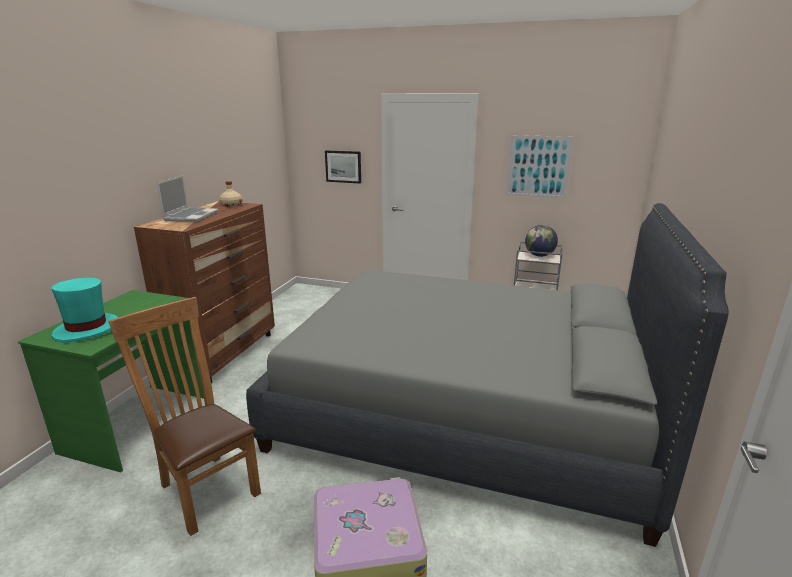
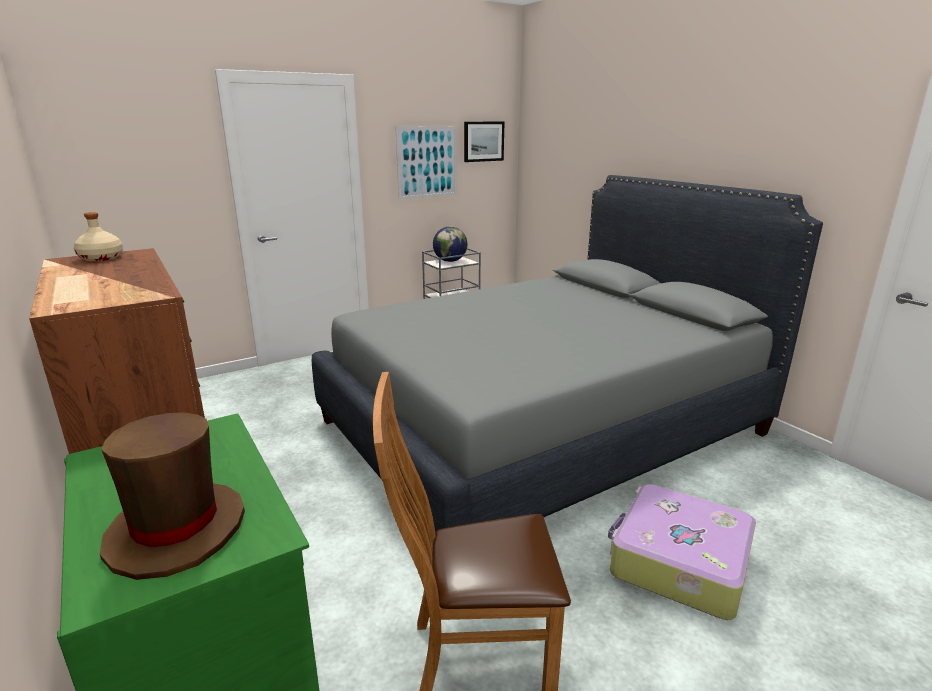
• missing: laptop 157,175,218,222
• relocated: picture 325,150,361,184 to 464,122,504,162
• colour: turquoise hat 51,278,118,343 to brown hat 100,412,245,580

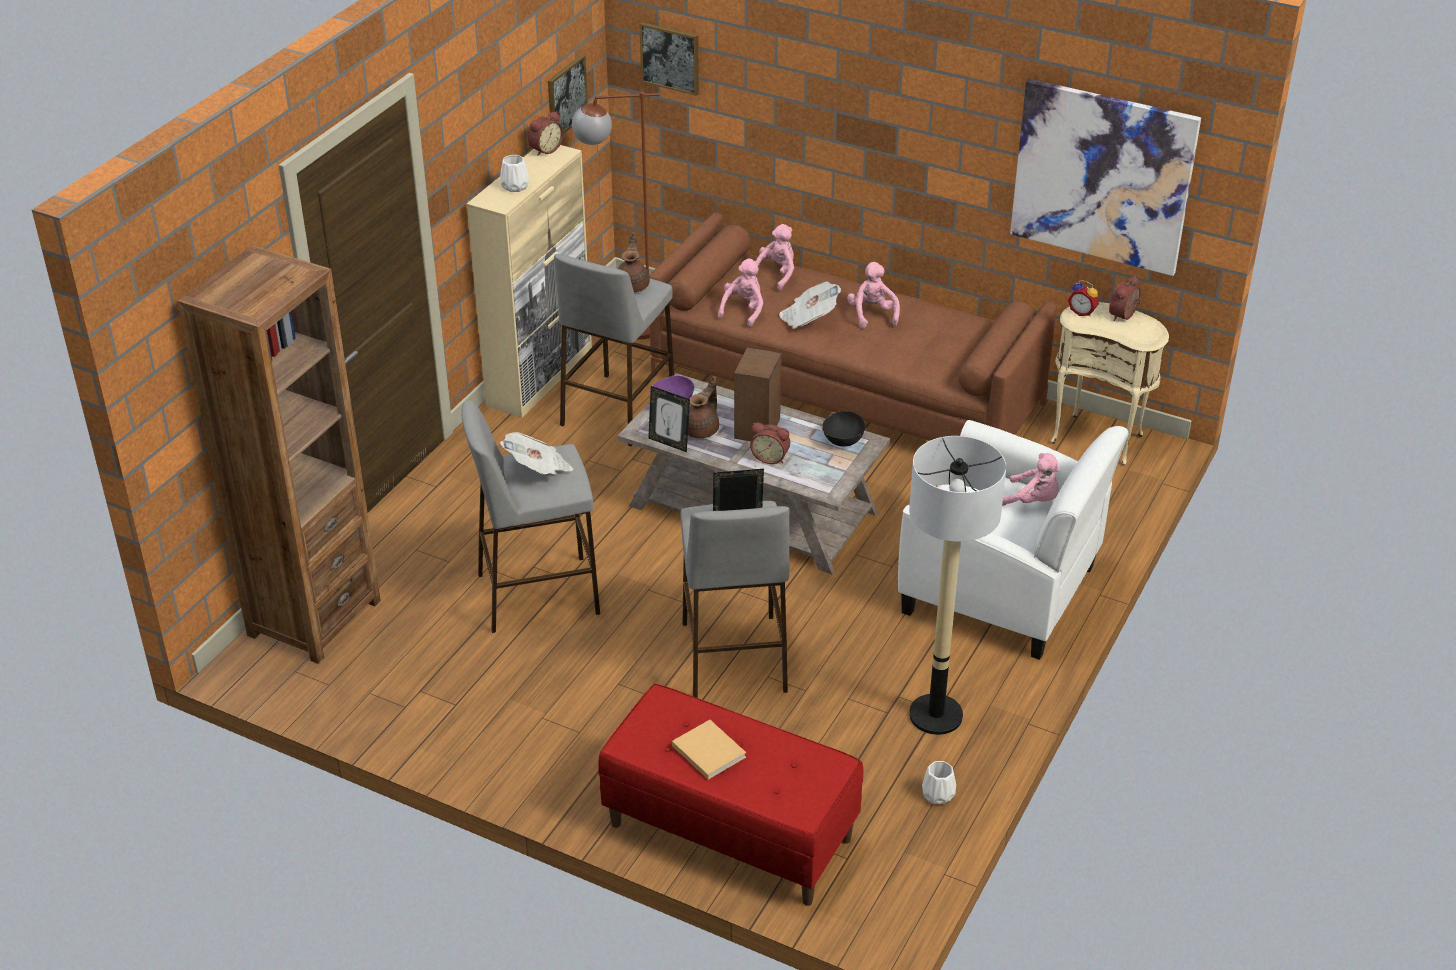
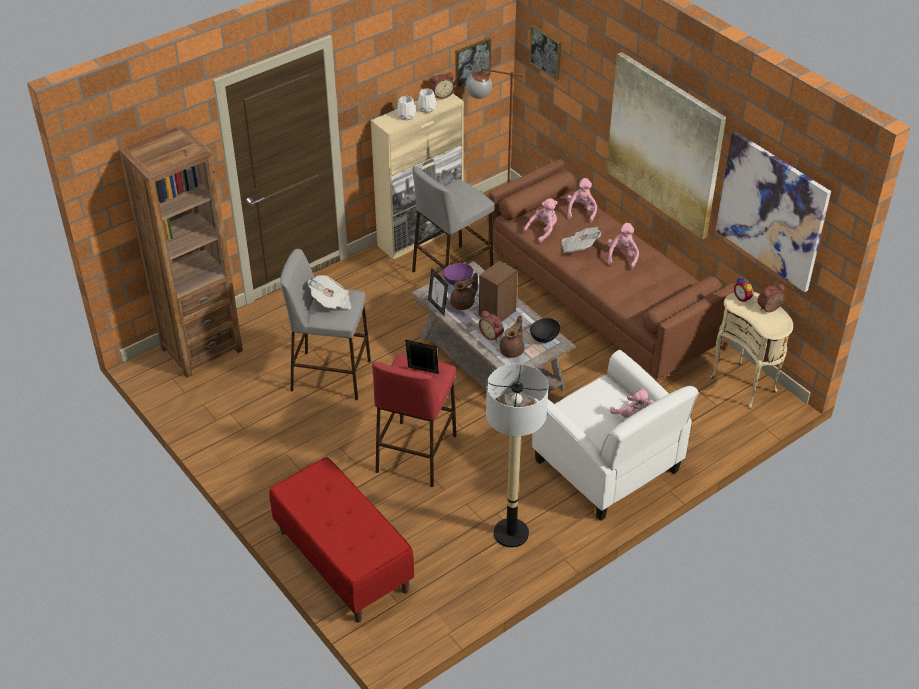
• missing: beige book 672,720,746,780
• appeared: picture 606,52,726,240
• relocated: brown teapot 618,232,650,292 to 500,315,525,358
• relocated: white vase 922,761,956,804 to 418,89,436,113
• colour: grey stool 681,501,790,698 to red stool 372,354,457,487
• spun: pink plush toy 756,224,794,291 = 567,178,597,223 45 degrees counterclockwise

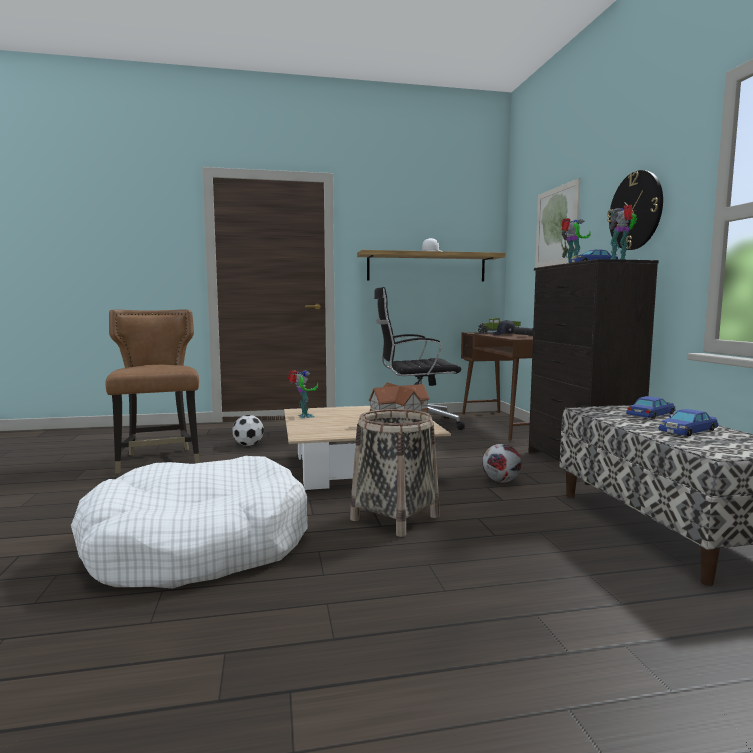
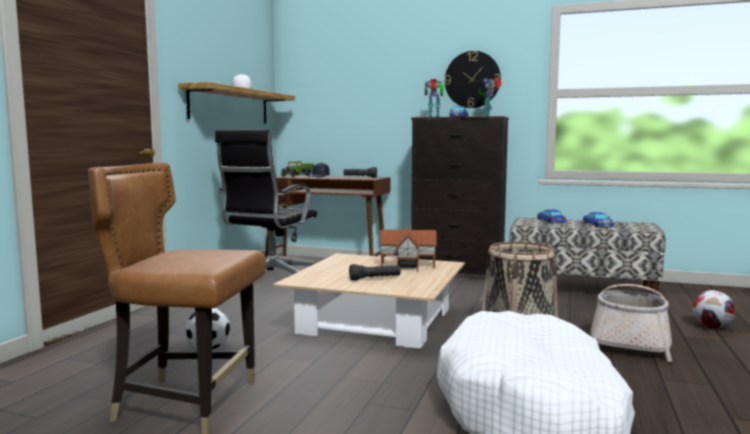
• missing: toy robot 288,370,318,419
• missing: picture 535,178,580,268
• appeared: black flashlight 349,264,401,281
• appeared: basket 591,284,672,362
• relocated: football 482,444,521,483 to 692,290,735,329

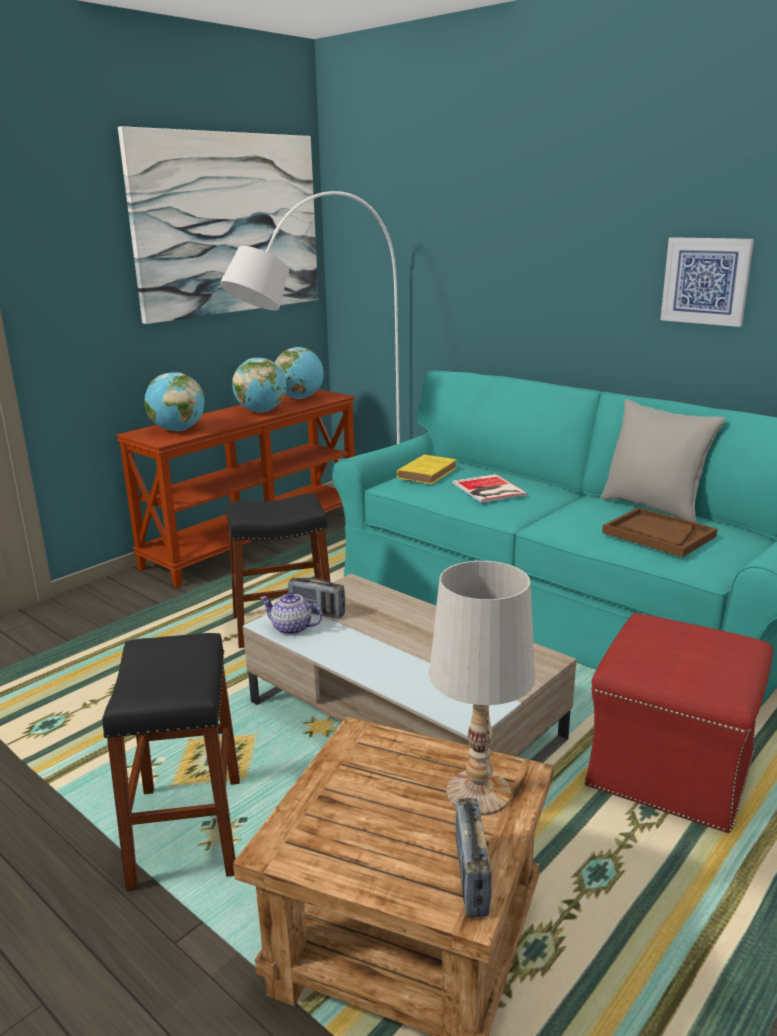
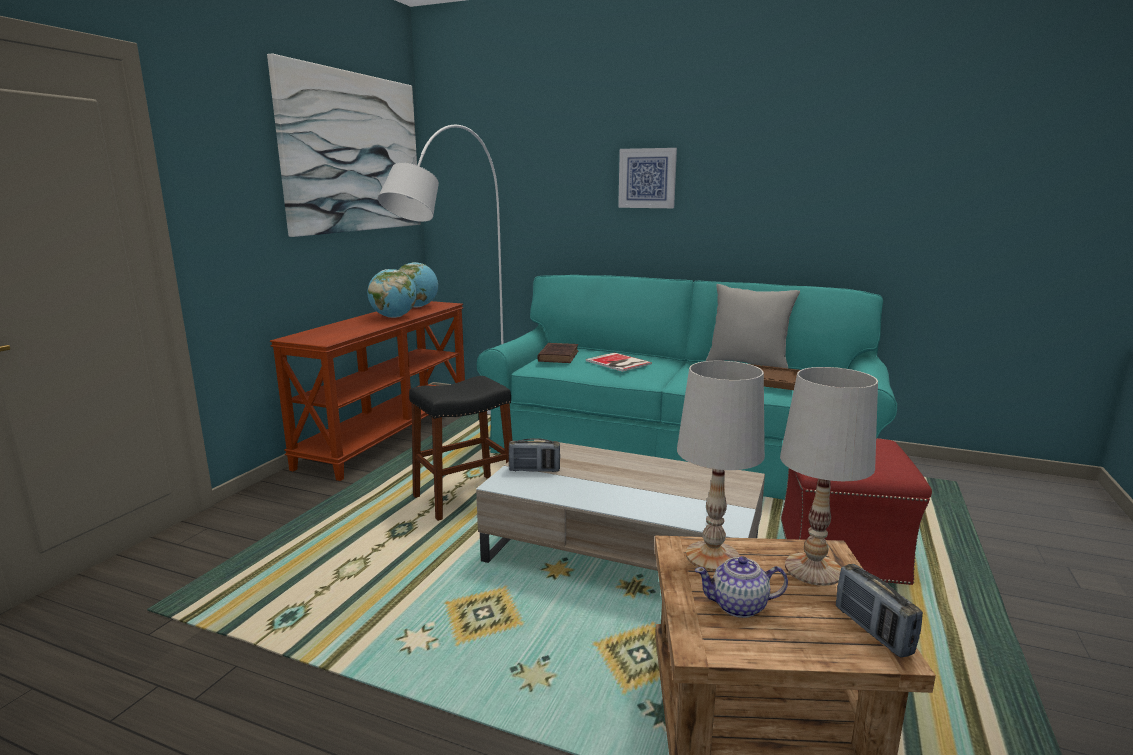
• missing: black stool 103,633,240,891
• missing: globe 145,372,204,431
• appeared: white table lamp 677,361,765,571
• relocated: teapot 260,592,322,635 to 695,556,788,618
• relocated: picture 661,237,754,327 to 618,148,677,208
• colour: yellow book 397,454,457,484 to brown book 537,343,578,363

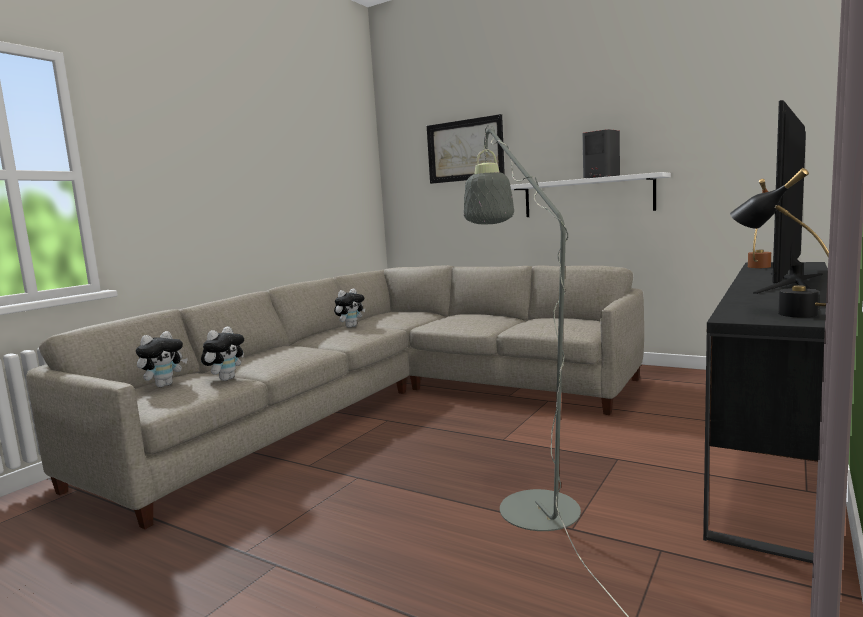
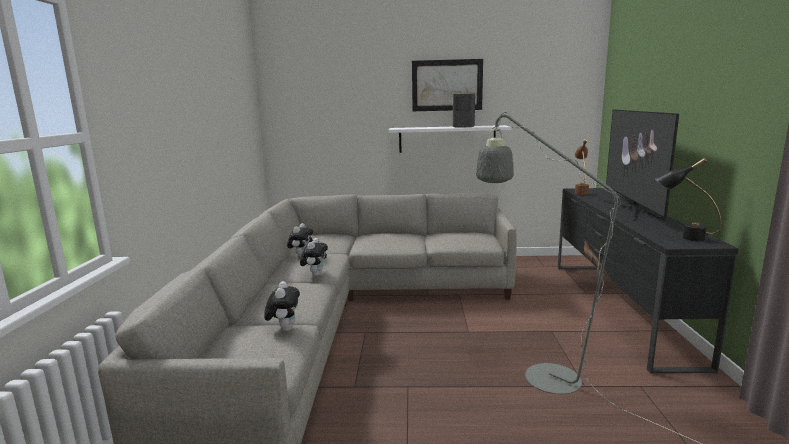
• relocated: plush toy 136,331,188,387 to 300,238,328,276
• relocated: picture 427,114,505,184 to 412,59,483,111

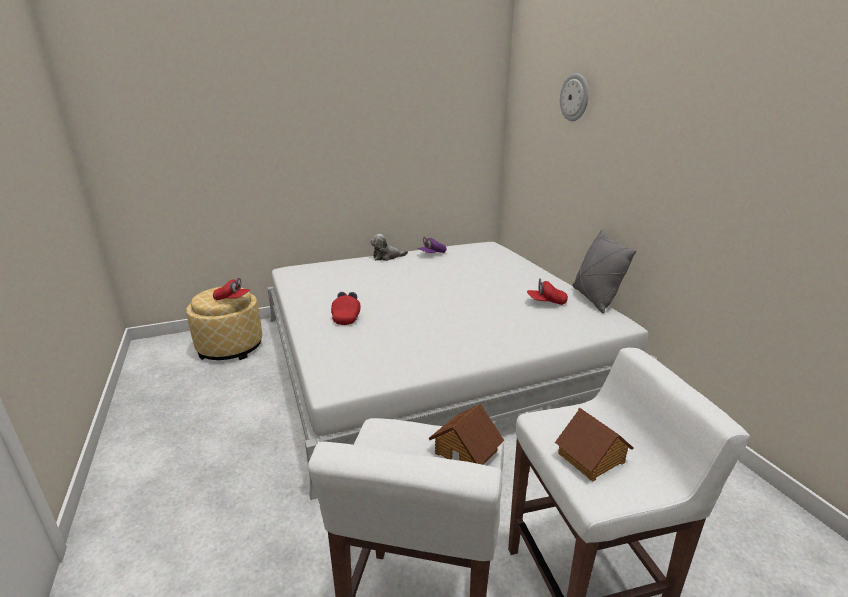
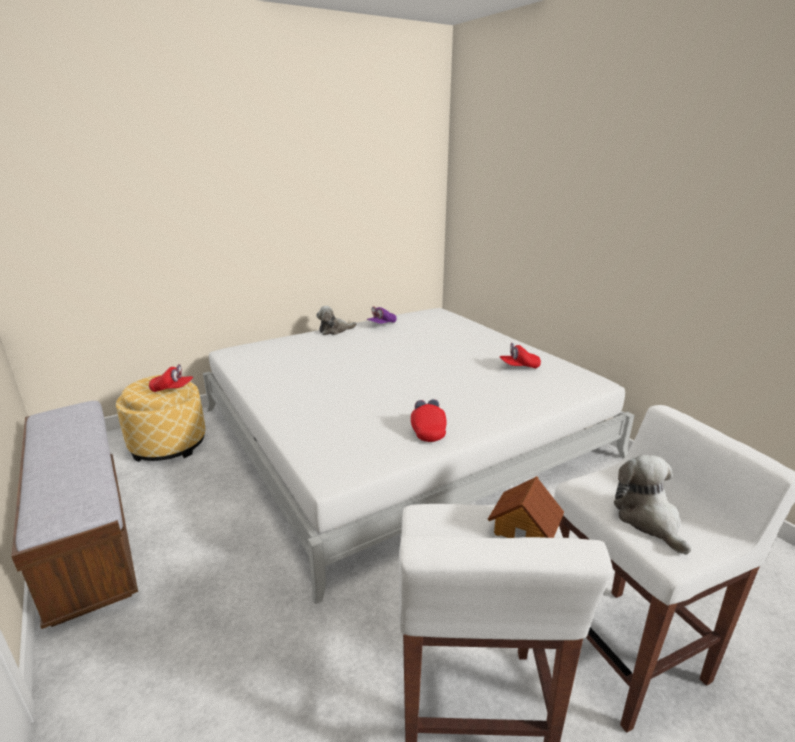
• missing: wall clock 560,73,589,121
• missing: grey pillow 572,229,636,313
• appeared: bench 11,401,138,629
• relocated: red cap 331,292,360,325 to 411,399,447,442
• exchanged: toy house 555,407,633,481 to plush toy 614,455,691,555

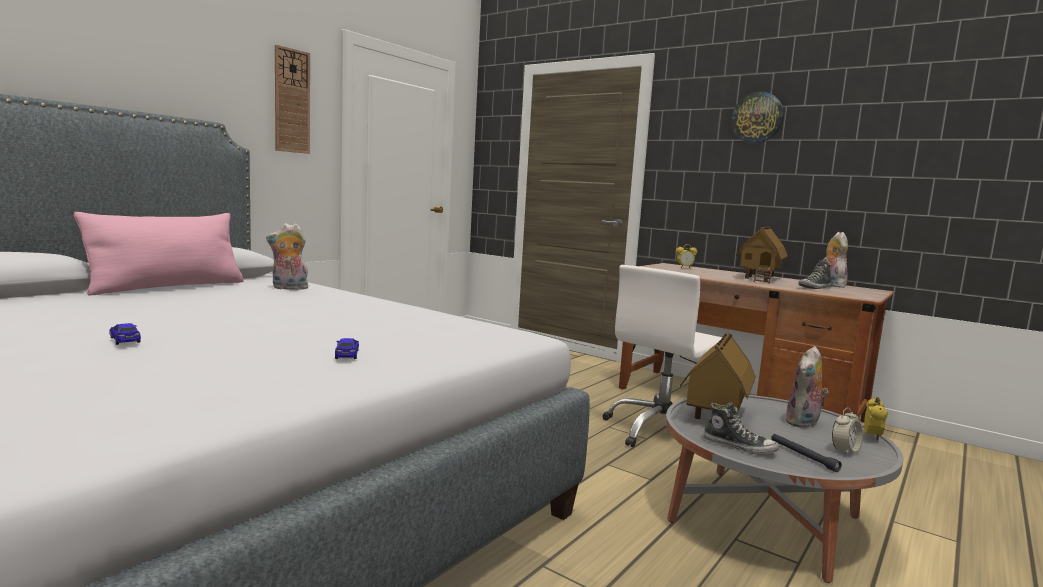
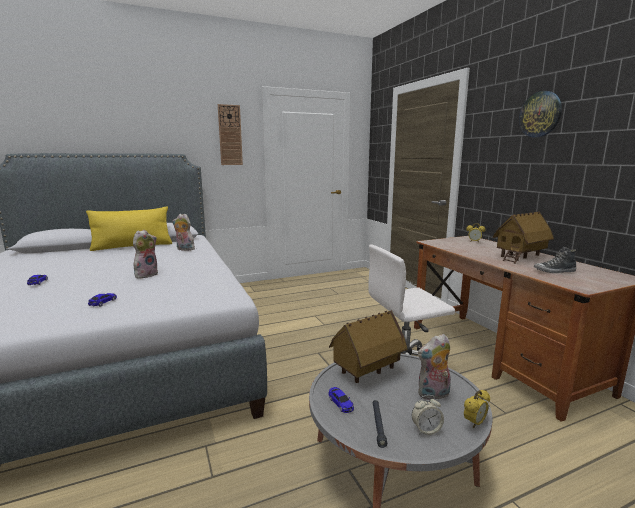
• relocated: plush toy 823,232,848,288 to 133,230,158,279
• exchanged: shoe 703,402,779,455 to toy car 328,387,354,413
• colour: pink pillow 74,212,244,295 to yellow pillow 86,207,172,251

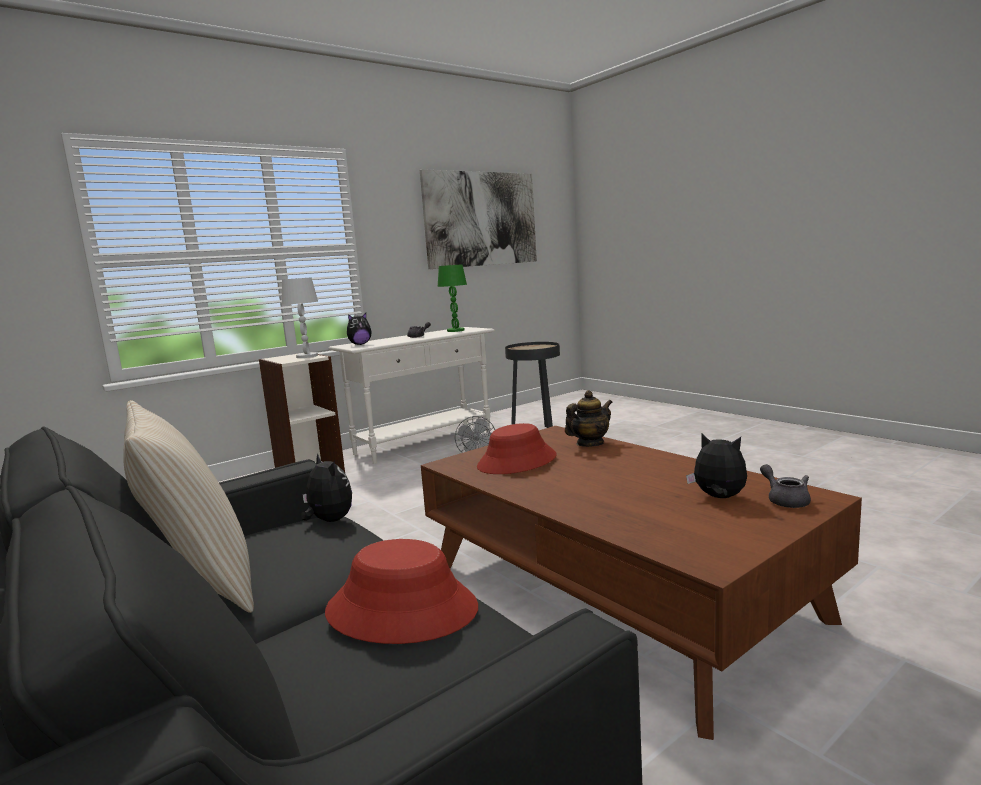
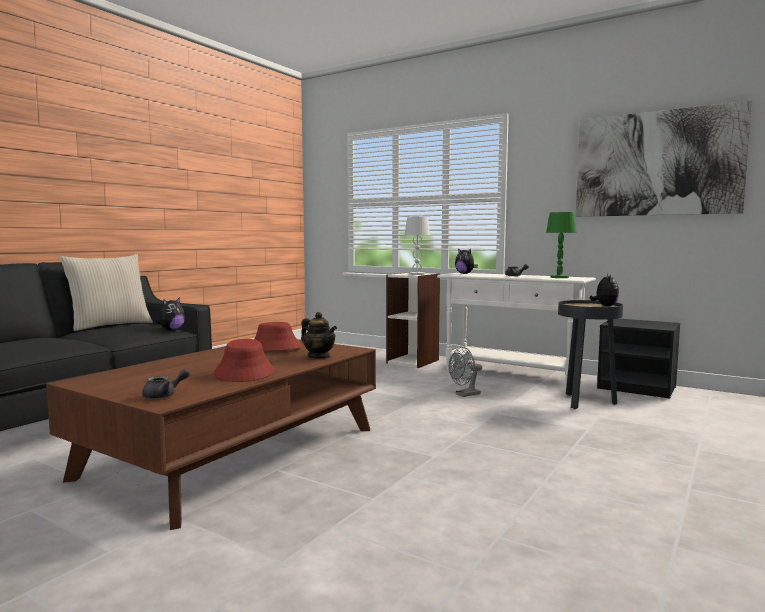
• appeared: black nightstand 597,318,680,399
• relocated: red hat 325,539,478,644 to 214,339,275,382
• relocated: plush toy 686,434,747,498 to 590,274,619,306

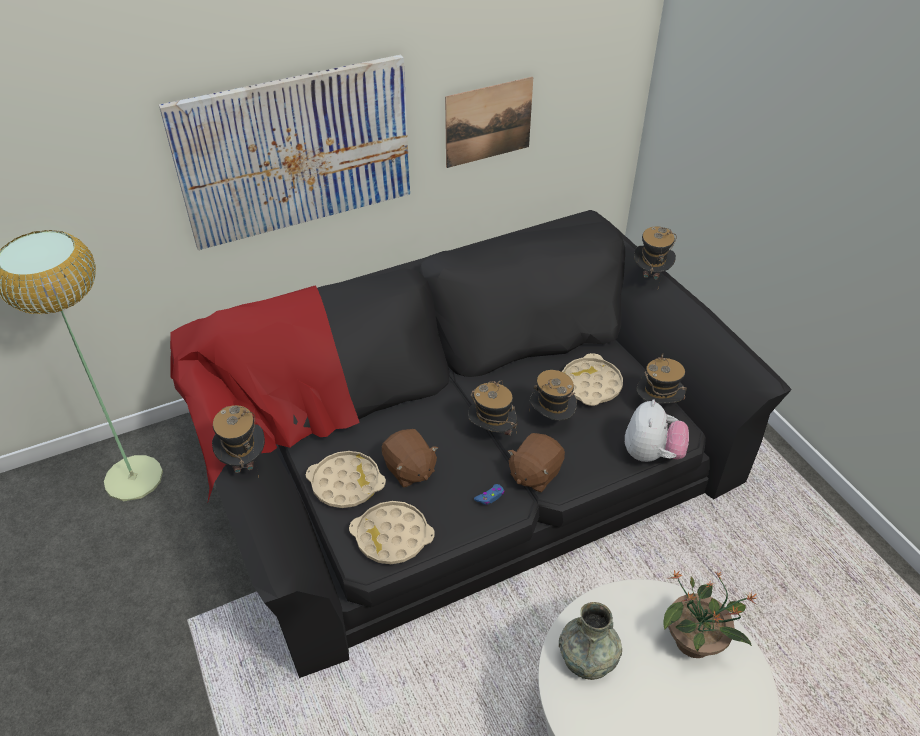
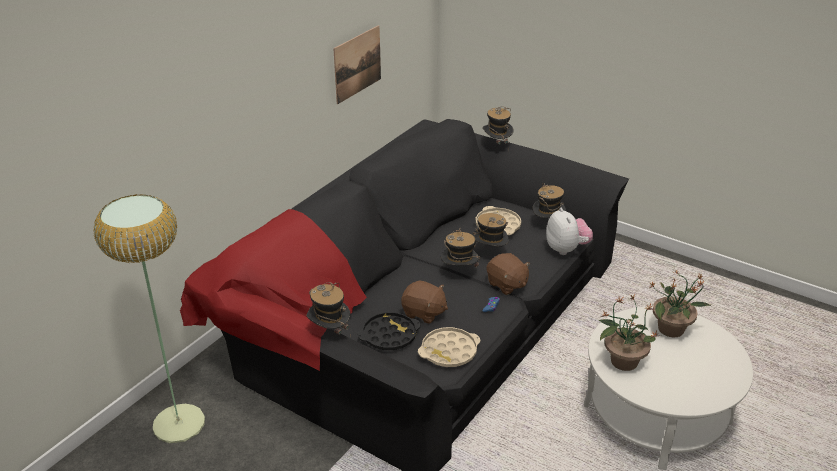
• missing: picture 159,55,410,250
• exchanged: grey vase 559,602,622,680 to potted plant 598,294,660,371
• colour: beige tray 306,451,386,508 to black tray 358,312,421,350
• spun: brown plush toy 508,433,565,493 = 487,253,530,295 45 degrees counterclockwise

